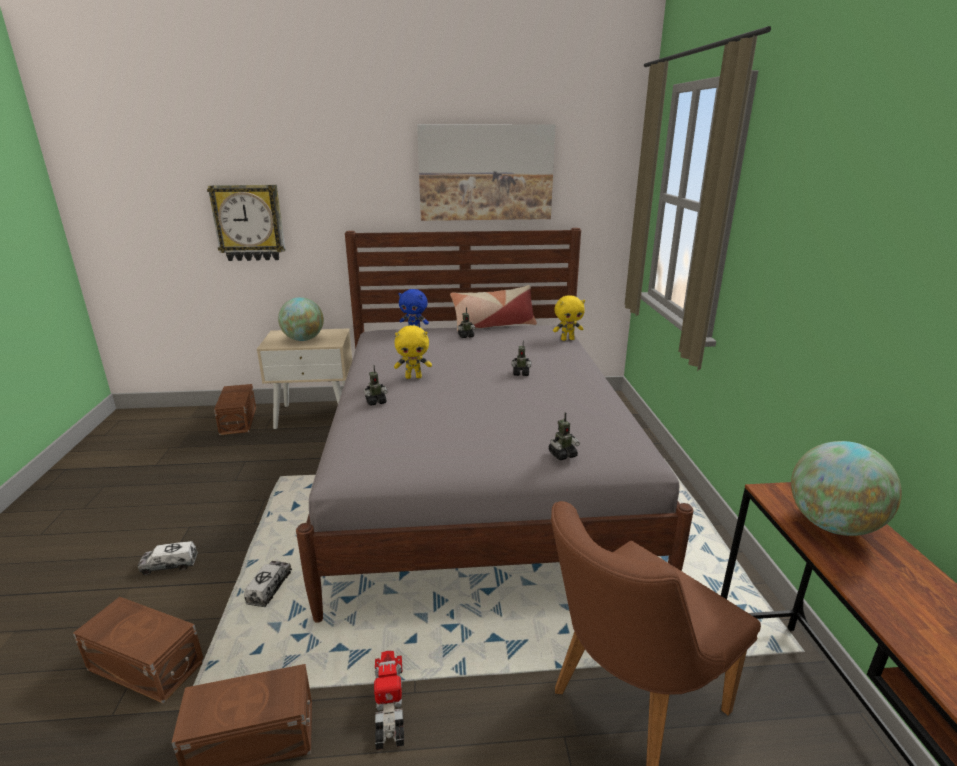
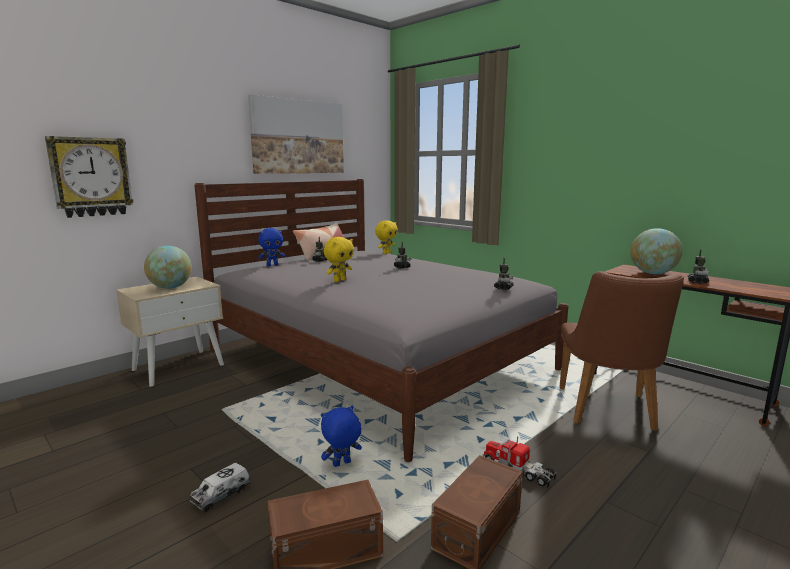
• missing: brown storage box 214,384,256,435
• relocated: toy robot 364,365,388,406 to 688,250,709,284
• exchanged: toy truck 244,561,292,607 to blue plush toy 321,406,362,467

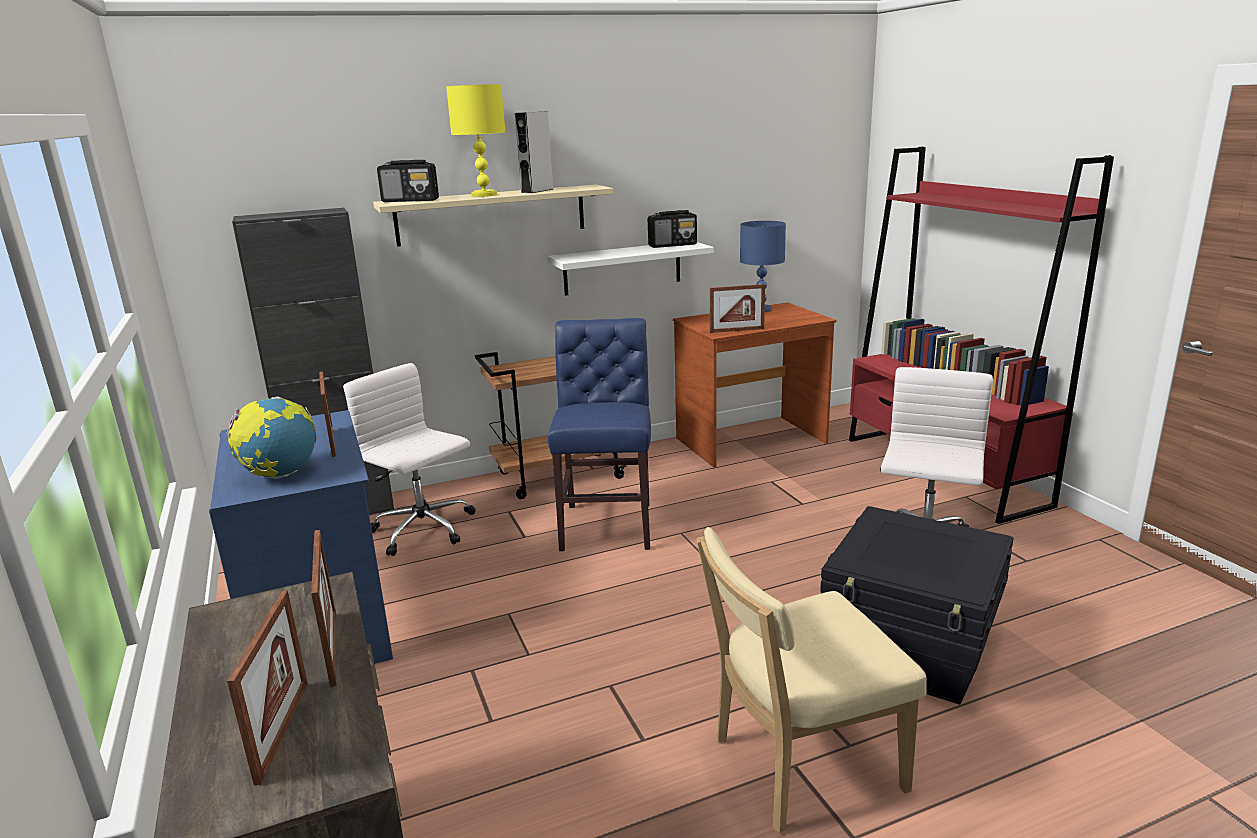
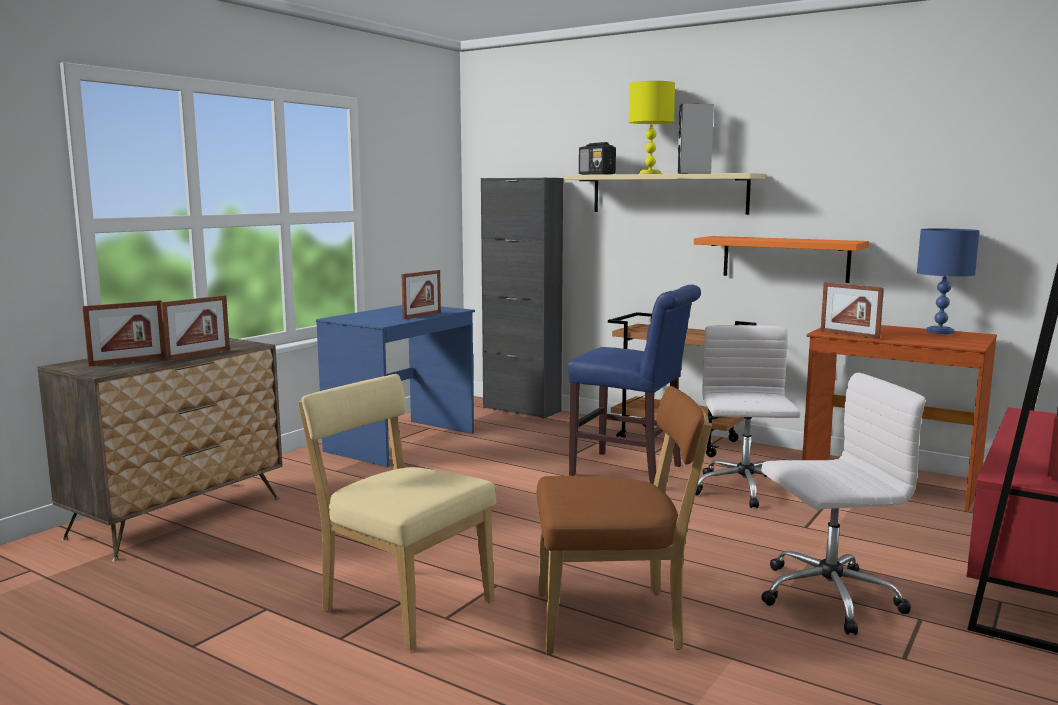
• missing: globe 226,396,317,479
• missing: radio 648,210,697,248
• relocated: white office chair 343,363,476,556 to 695,325,800,508
• exchanged: black storage box 820,506,1014,704 to brown chair 537,386,712,655
• colour: white shelf 547,242,714,296 to orange shelf 694,236,869,283
• spun: blue chair 548,318,651,552 = 568,285,701,485 60 degrees clockwise

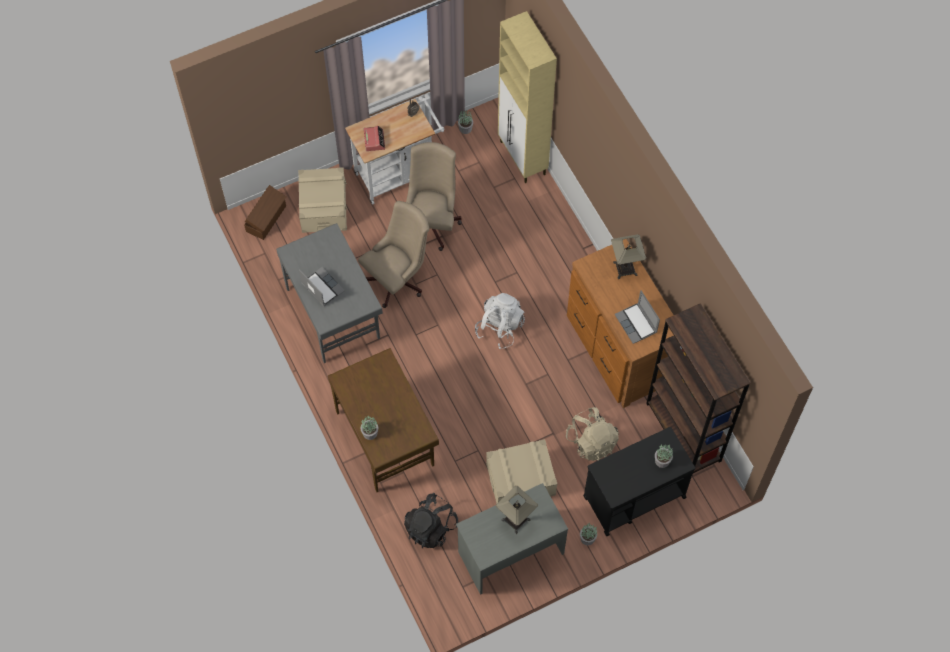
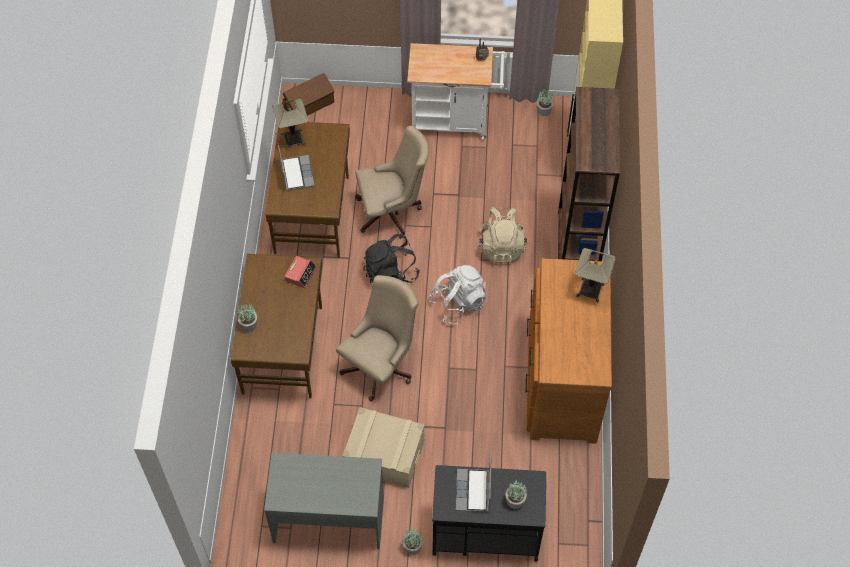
• missing: beige storage box 298,167,347,233
• relocated: alarm clock 364,126,385,151 to 284,256,317,288
• relocated: black backpack 404,493,458,548 to 363,234,420,283
• relocated: beige office chair 406,142,462,251 to 336,275,419,401
• relocated: table lamp 496,486,538,534 to 272,99,308,150
• relocated: beige backpack 566,407,619,461 to 479,207,527,263
• relocated: laptop 615,290,660,344 to 456,457,491,512
• relocated: brown bookcase 646,303,751,475 to 558,87,620,261
• colour: grey desk 276,223,383,363 to brown desk 266,122,350,258

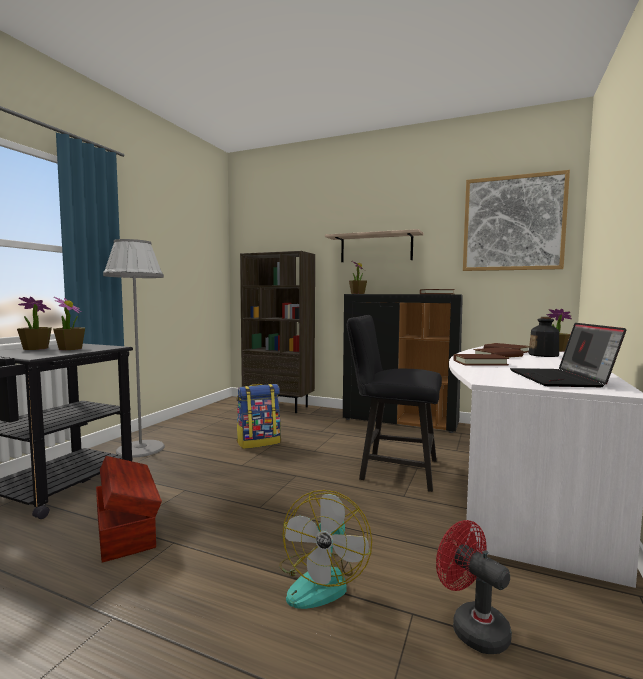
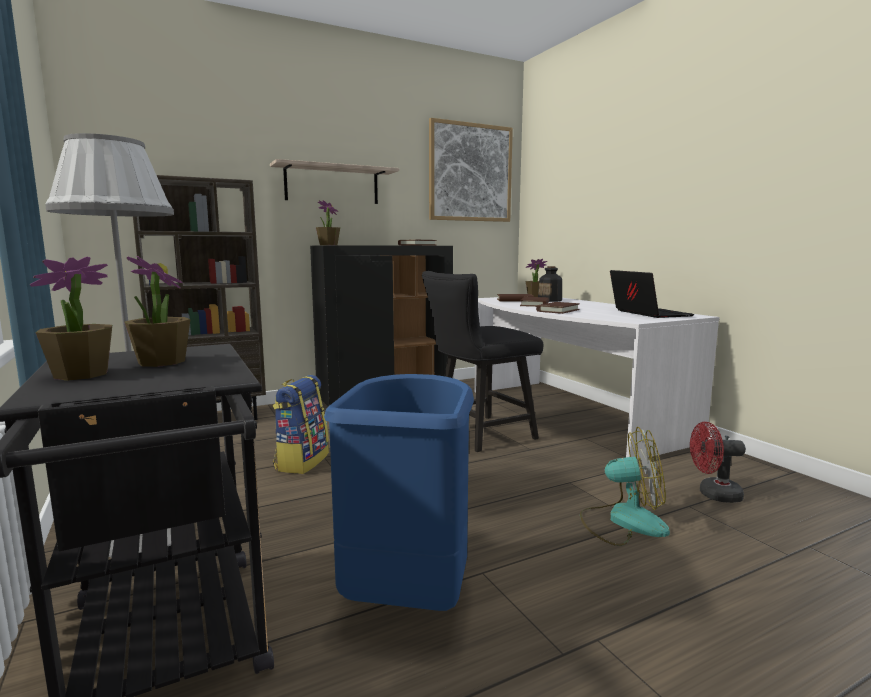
• exchanged: brown storage box 96,456,162,562 to blue trash can 324,374,474,611
• spun: fan 279,490,372,609 = 580,427,670,546 45 degrees counterclockwise
• spun: laptop 510,323,626,387 = 610,270,694,318 150 degrees counterclockwise

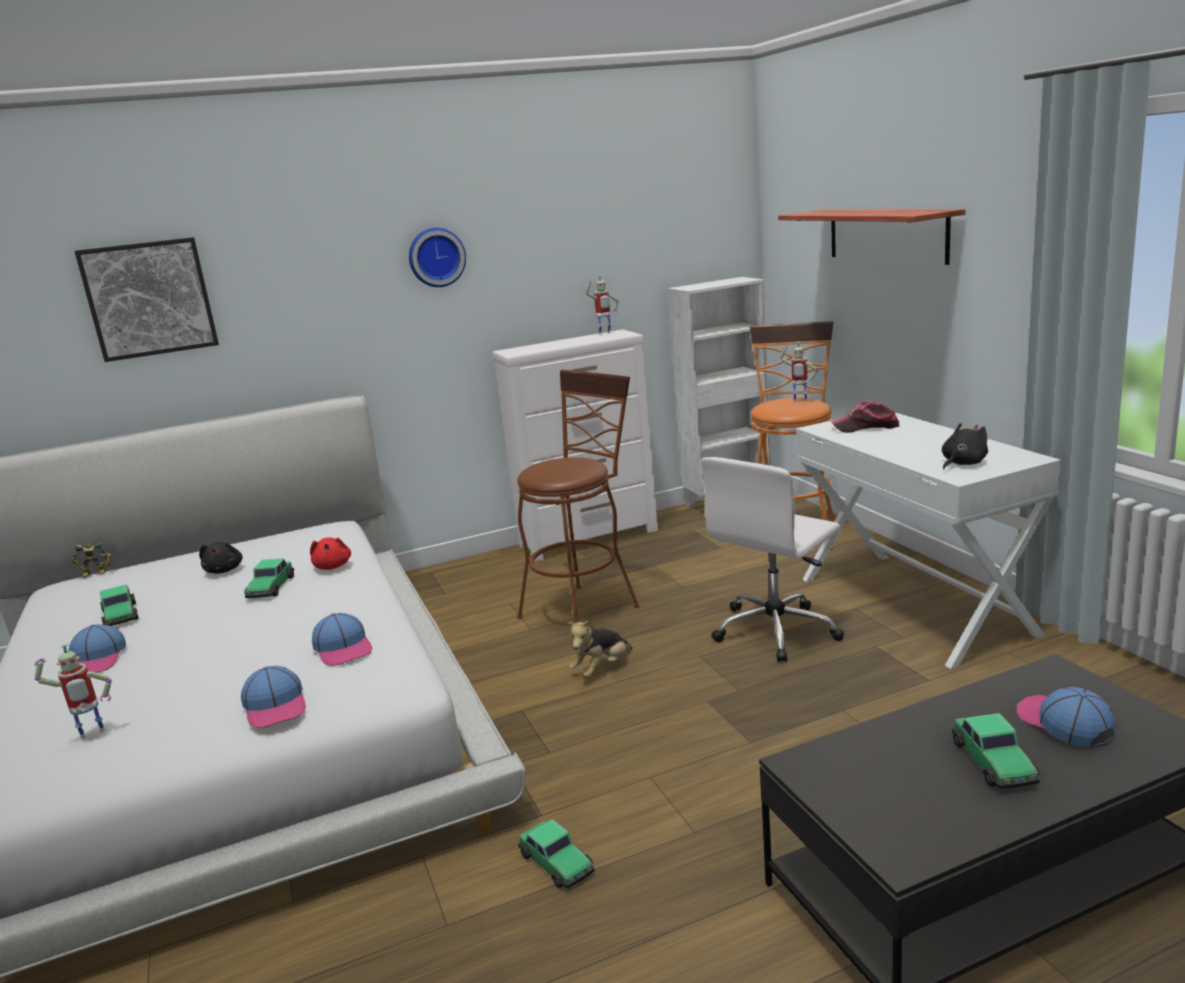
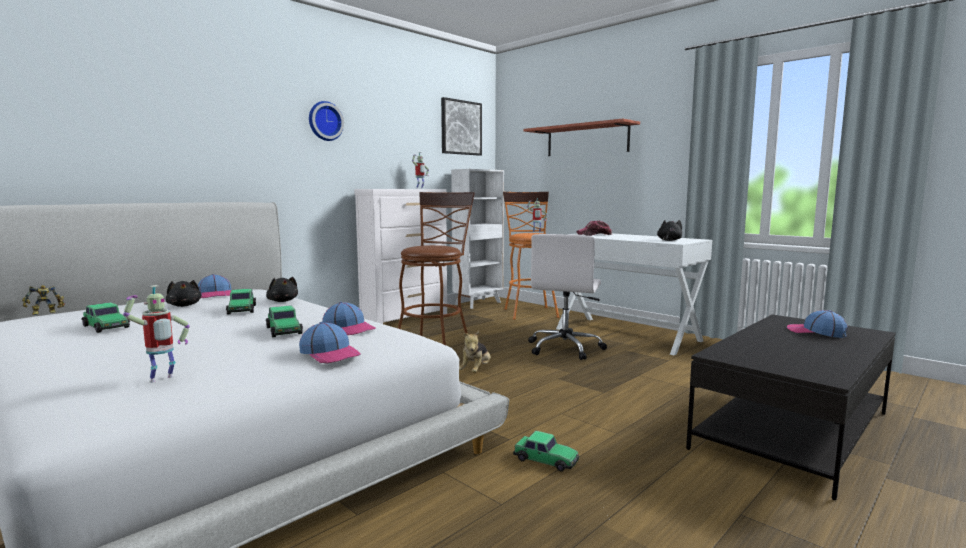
• relocated: cap 69,624,126,673 to 198,274,231,298
• relocated: picture 74,237,219,362 to 441,97,482,156
• relocated: toy car 952,713,1040,789 to 266,305,303,337
• colour: red plush toy 310,537,351,570 to black plush toy 266,277,298,302

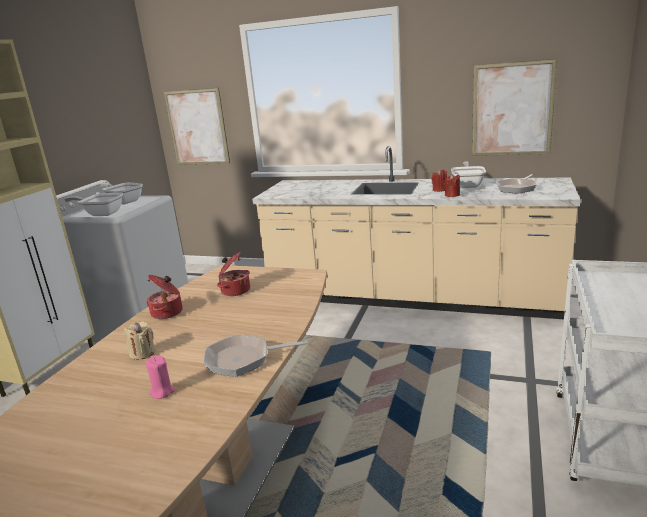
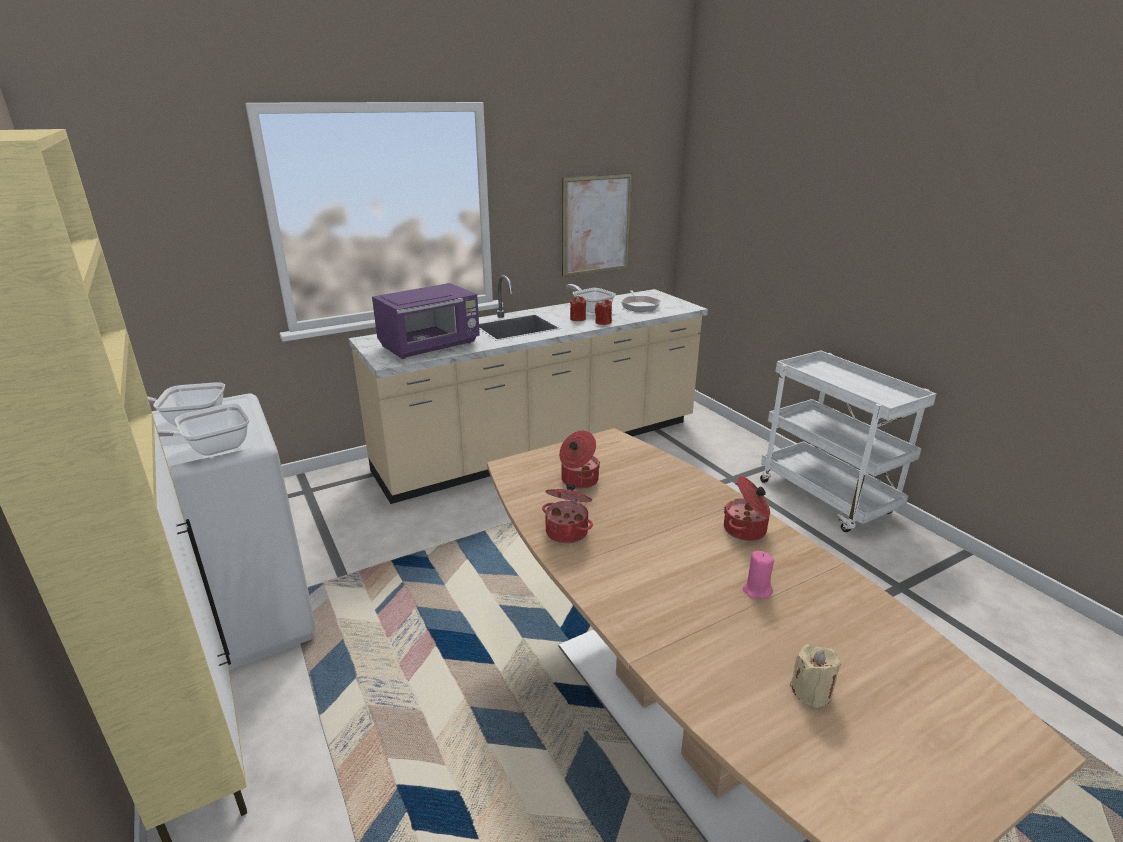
• missing: picture 164,88,230,165
• appeared: purple microwave 372,283,480,359
• relocated: beige candle 124,322,155,360 to 790,644,841,708
• exchanged: frying pan 204,335,308,377 to cooking pot 724,476,770,541

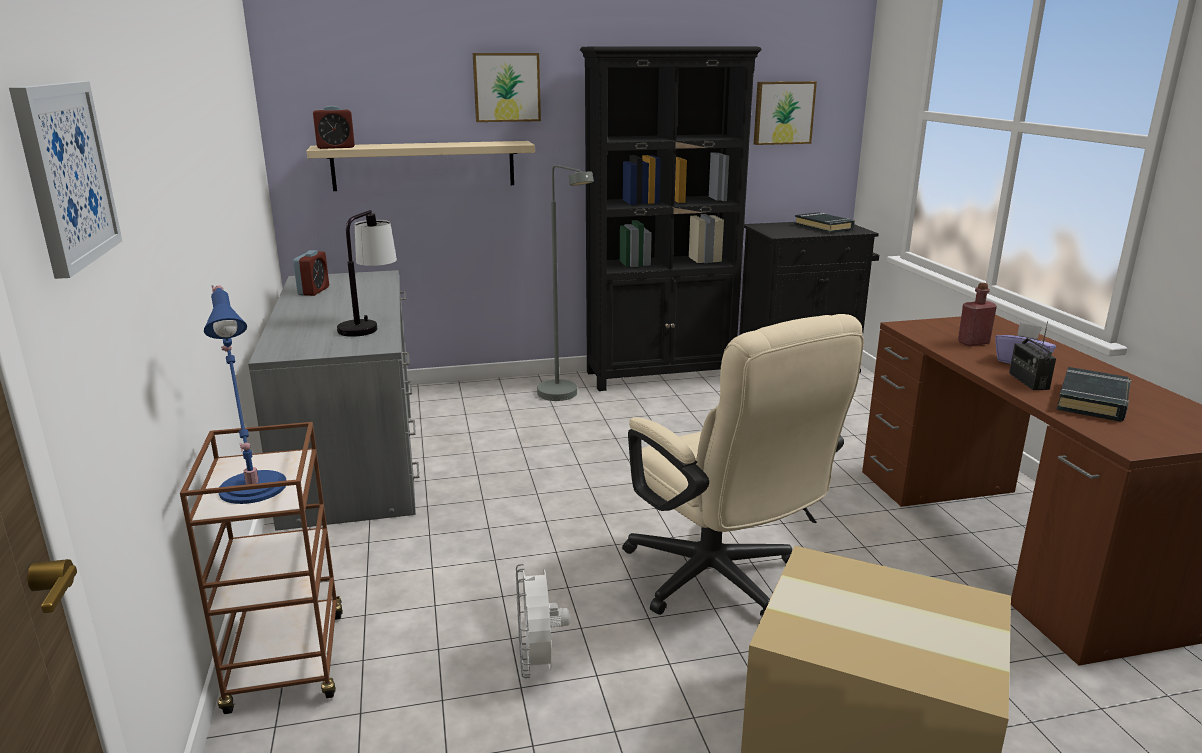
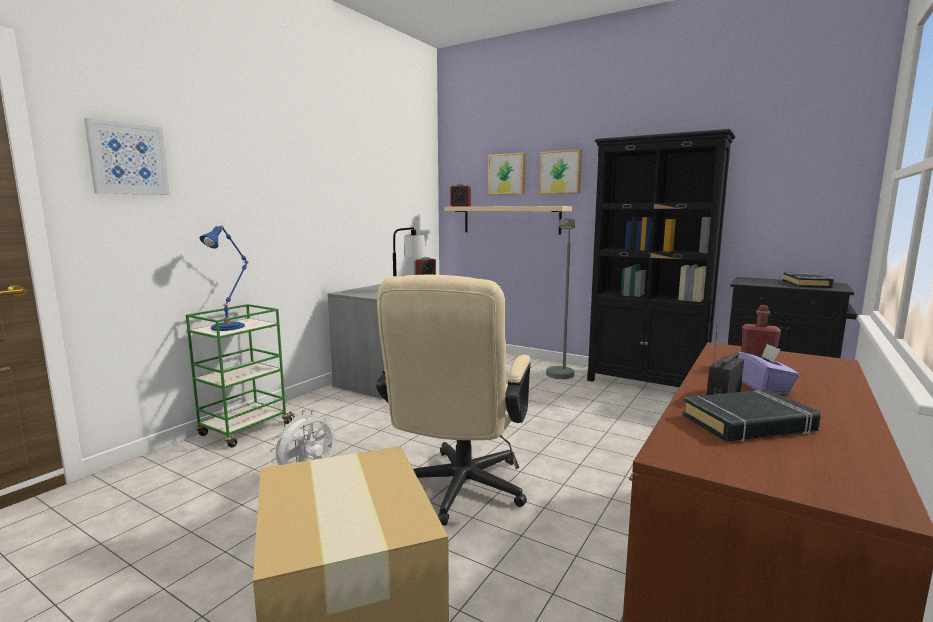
• relocated: picture 754,81,817,145 to 488,153,525,195
• colour: brown cart 180,422,343,714 to green cart 186,304,295,448

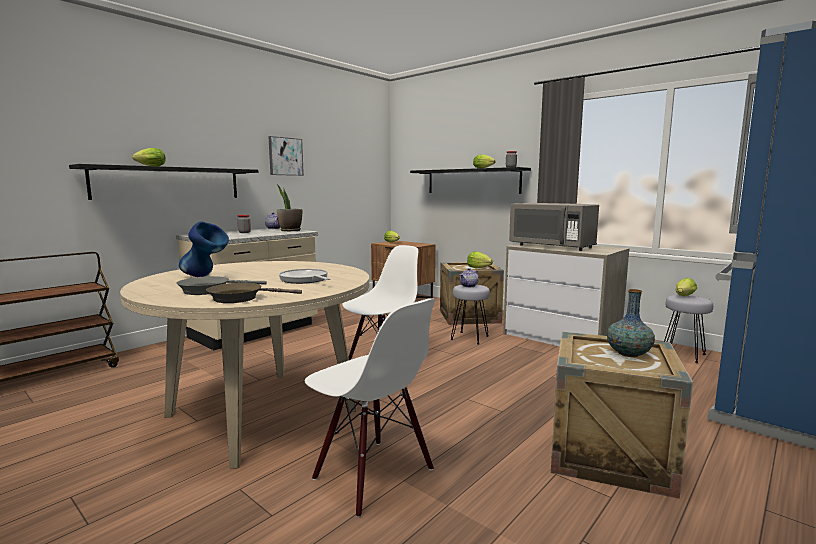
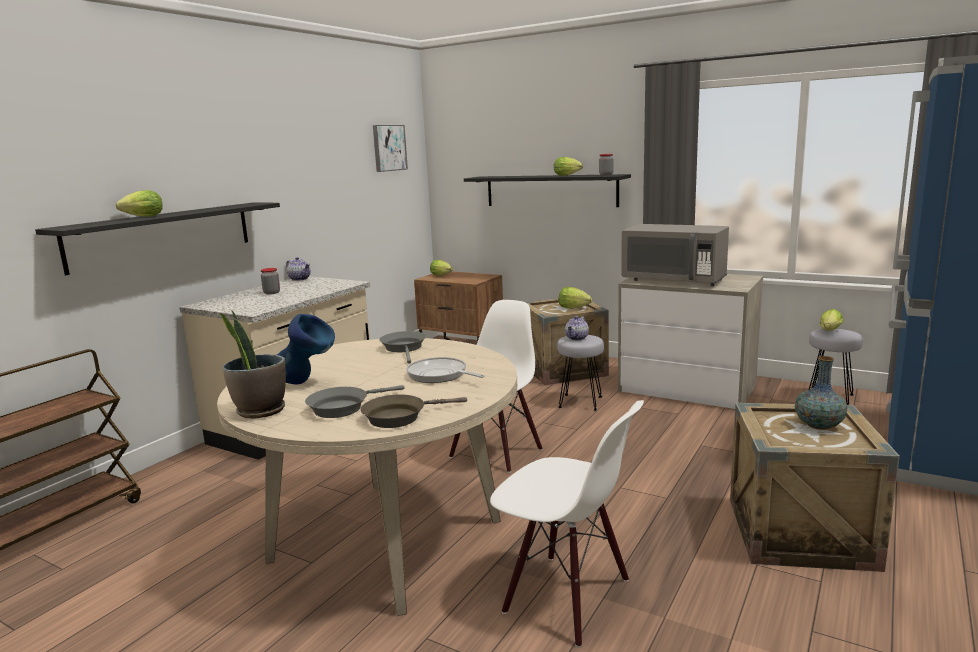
• appeared: grey frying pan 379,331,426,364
• relocated: picture 268,136,304,176 to 373,125,408,172
• relocated: potted plant 277,185,302,231 to 219,310,286,419

